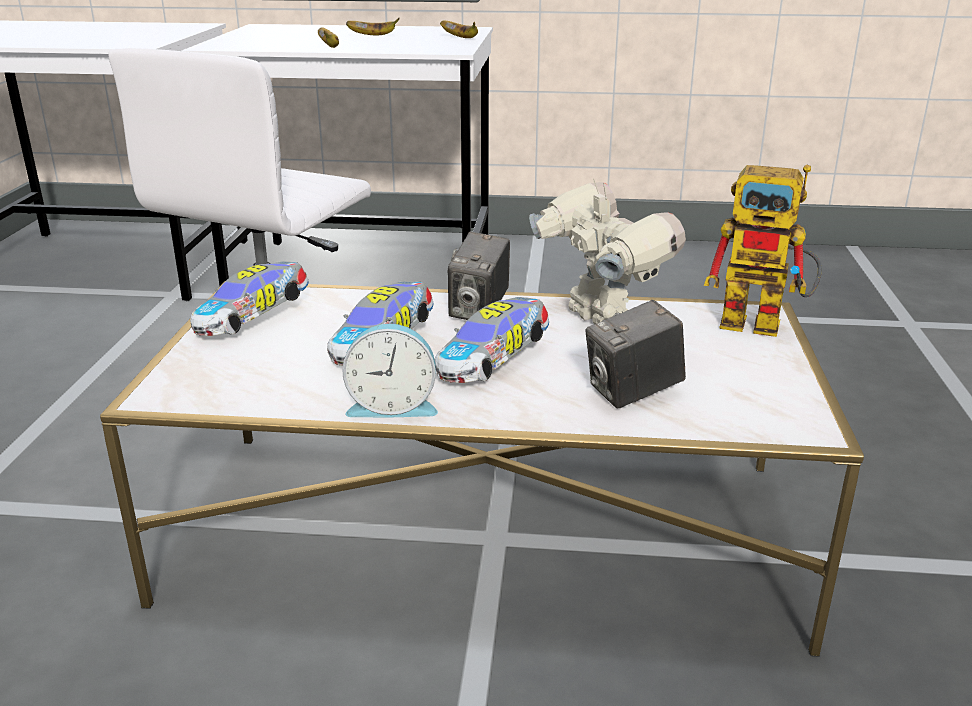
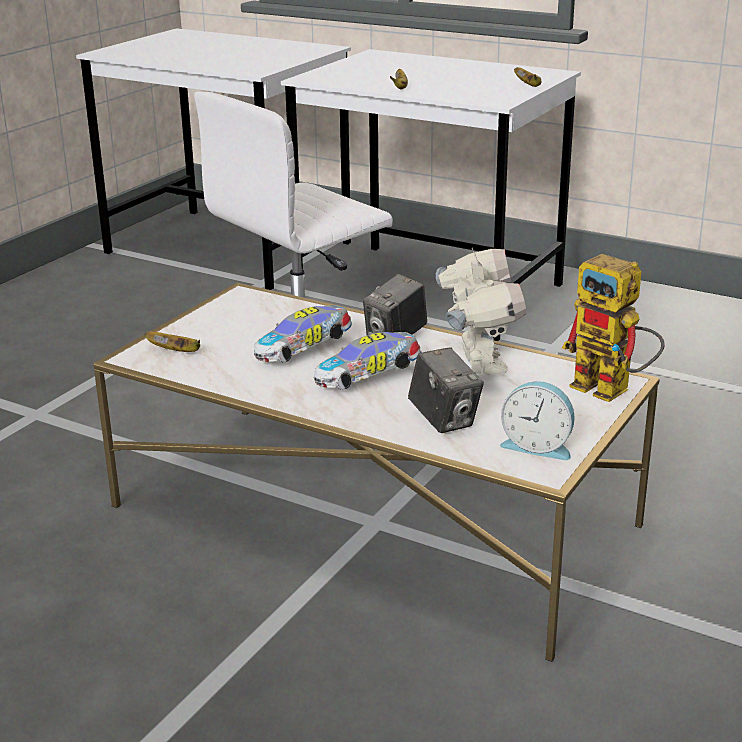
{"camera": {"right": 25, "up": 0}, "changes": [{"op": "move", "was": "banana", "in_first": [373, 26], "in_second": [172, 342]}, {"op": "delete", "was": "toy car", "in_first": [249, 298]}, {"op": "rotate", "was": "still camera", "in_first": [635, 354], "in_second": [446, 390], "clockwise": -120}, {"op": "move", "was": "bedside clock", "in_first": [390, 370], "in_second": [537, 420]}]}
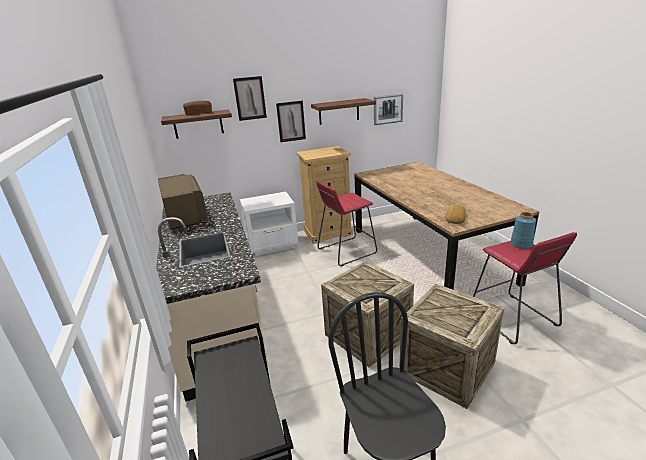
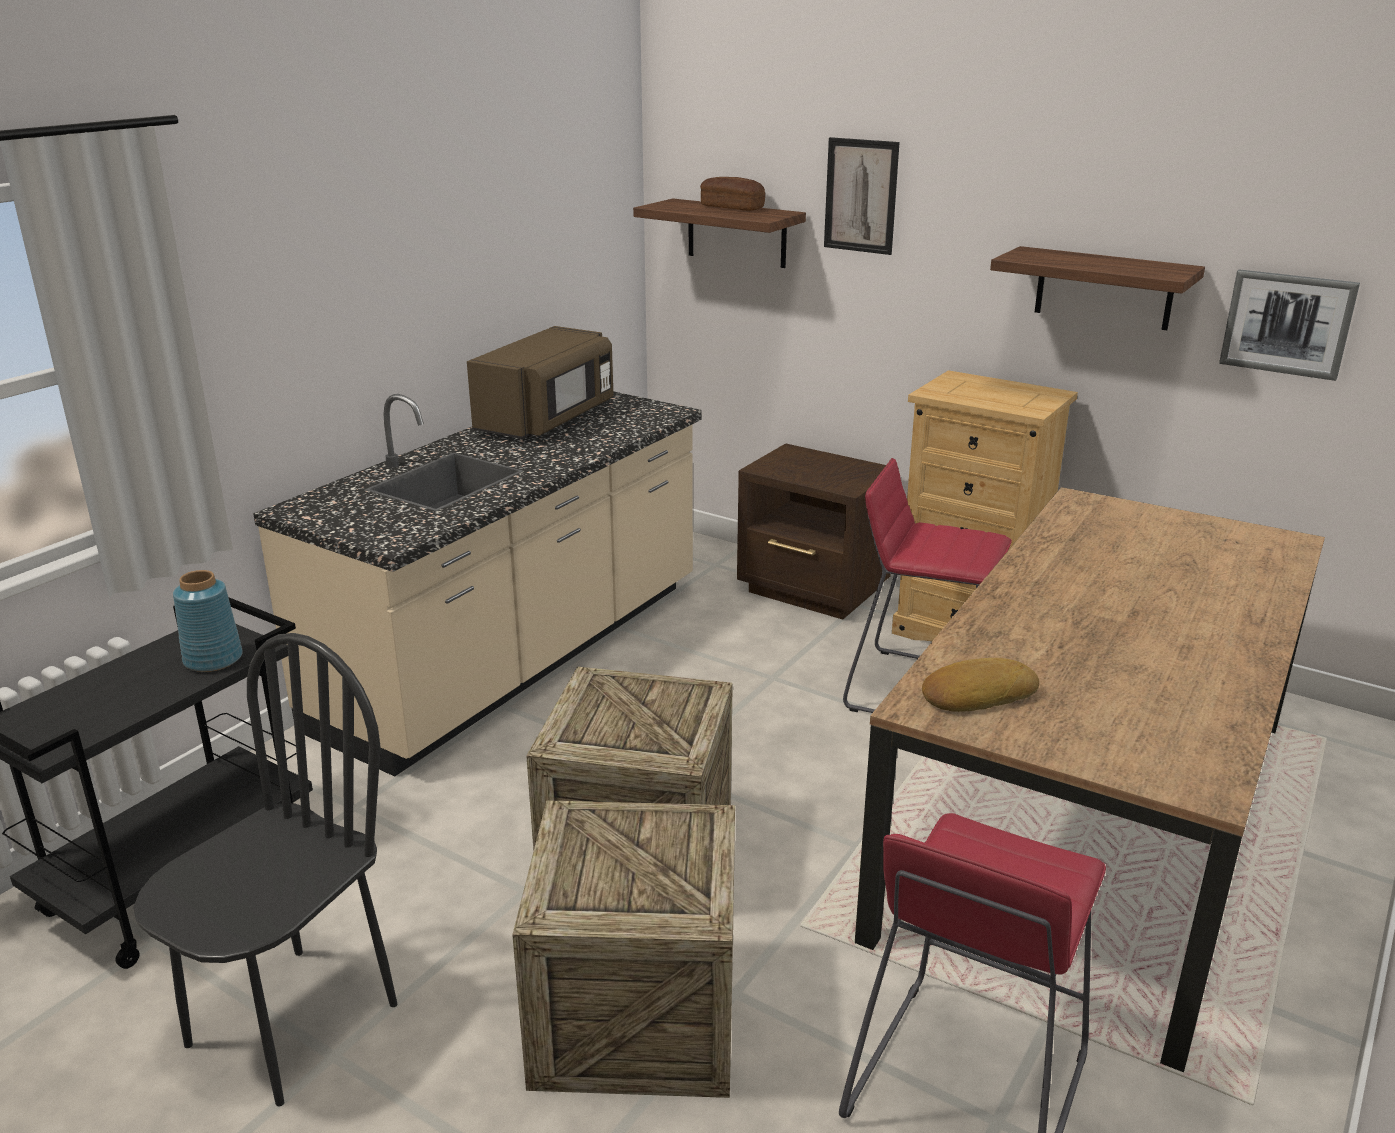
{"camera": {"right": 50, "up": 0}, "changes": [{"op": "delete", "was": "picture", "in_first": [291, 121]}, {"op": "recolor", "was": "whitish bedside table", "now": "brown bedside table", "in_first": [269, 224], "in_second": [818, 531]}, {"op": "move", "was": "blue flower vase", "in_first": [523, 230], "in_second": [208, 621]}]}
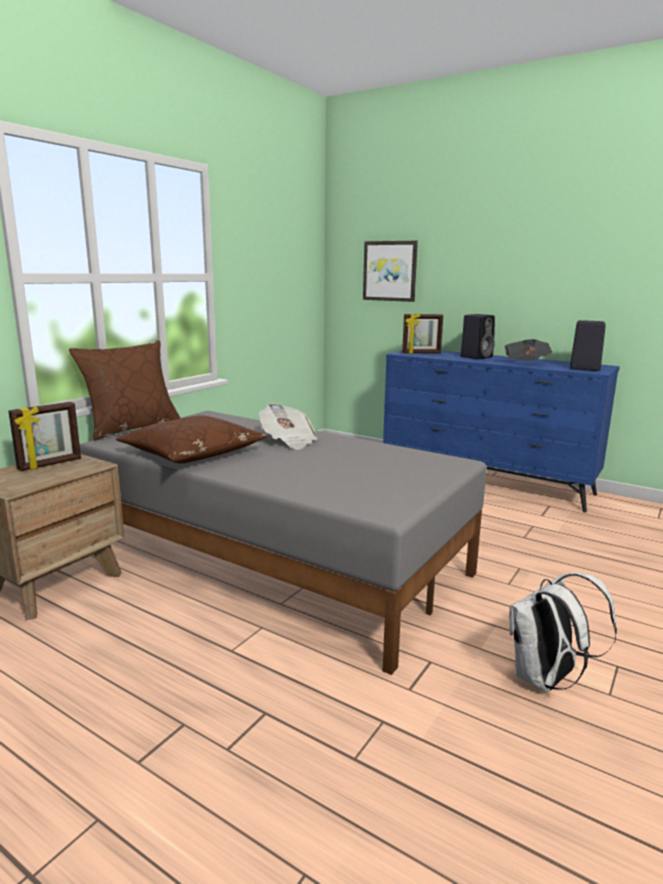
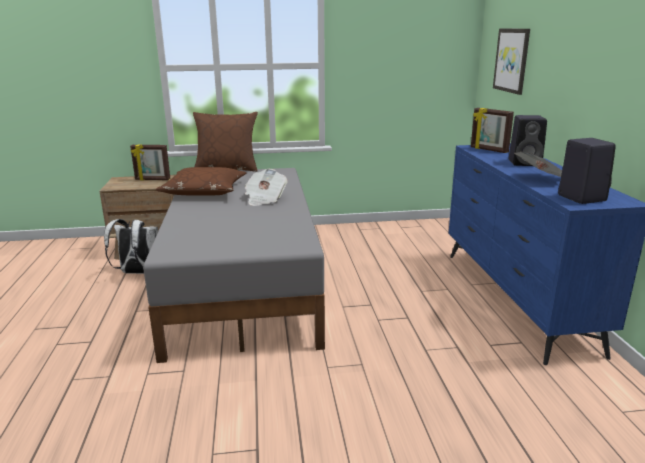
{"camera": {"right": 50, "up": 5}, "changes": [{"op": "move", "was": "whitish rucksack", "in_first": [563, 632], "in_second": [131, 246]}]}
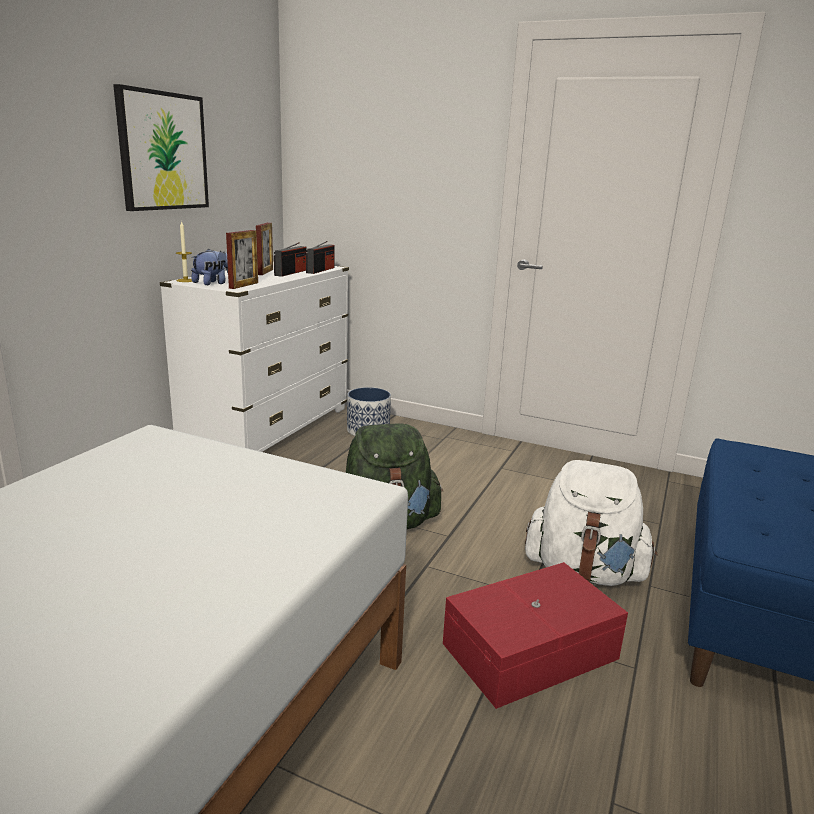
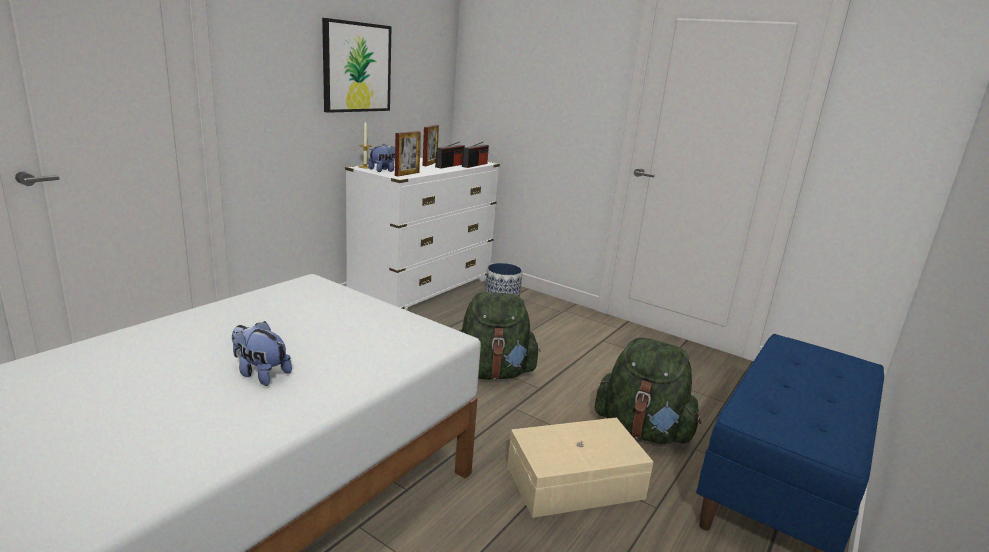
{"camera": {"right": 10, "up": 0}, "changes": [{"op": "recolor", "was": "whitish rucksack", "now": "green rucksack", "in_first": [591, 523], "in_second": [648, 390]}, {"op": "recolor", "was": "reddish storage box", "now": "beige-coloured storage box", "in_first": [535, 635], "in_second": [580, 468]}, {"op": "insert", "now": "soft toy", "in_second": [262, 353]}]}
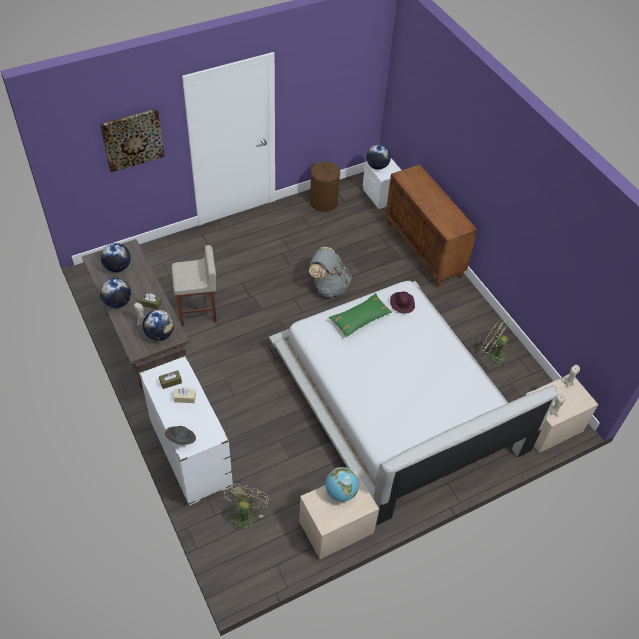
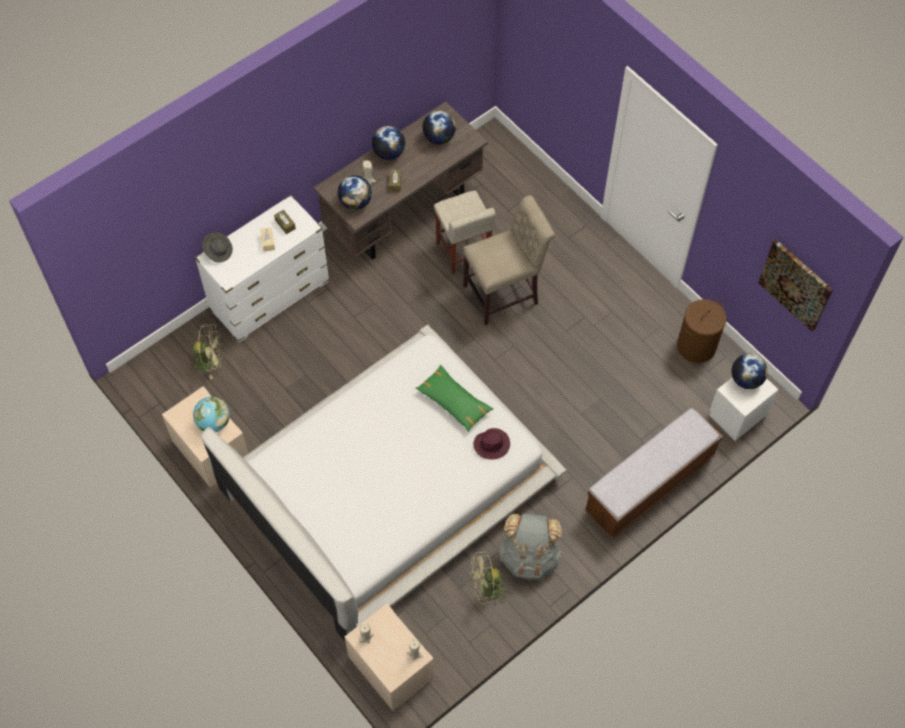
{"camera": {"right": 80, "up": 10}, "changes": [{"op": "move", "was": "picture", "in_first": [132, 140], "in_second": [795, 285]}, {"op": "replace", "was": "brown cupboard", "now": "indoor bench", "in_first": [431, 225], "in_second": [654, 473]}, {"op": "move", "was": "grey rucksack", "in_first": [330, 272], "in_second": [530, 546]}, {"op": "rotate", "was": "green electric fan", "in_first": [495, 343], "in_second": [491, 579], "clockwise": -120}, {"op": "insert", "now": "beige-coloured chair", "in_second": [509, 260]}]}
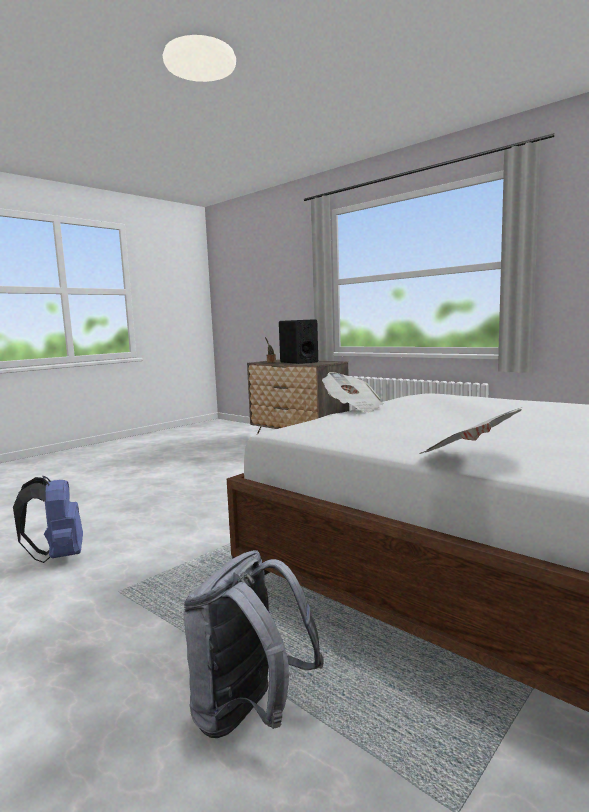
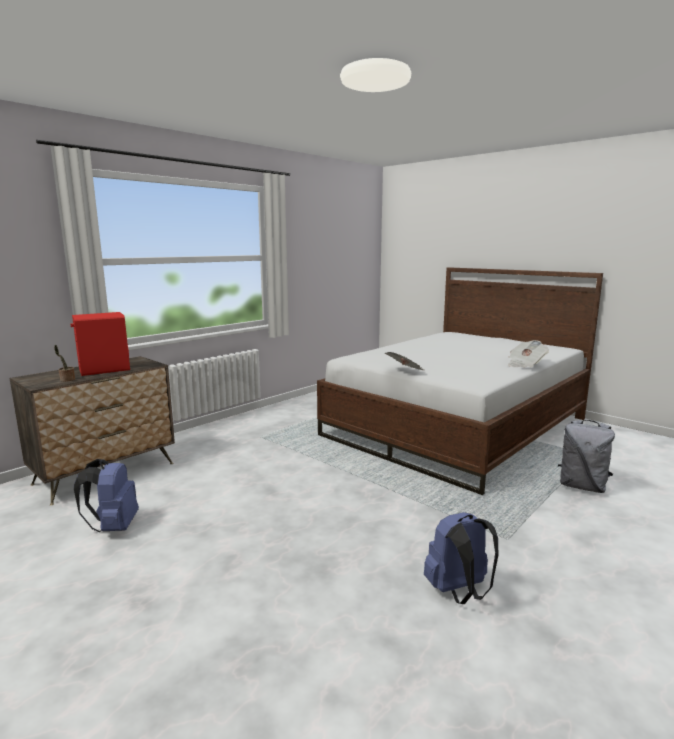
{"camera": {"right": -90, "up": 5}, "changes": [{"op": "recolor", "was": "black speaker", "now": "reddish speaker", "in_first": [298, 341], "in_second": [100, 344]}, {"op": "insert", "now": "blue rucksack", "in_second": [106, 495]}]}
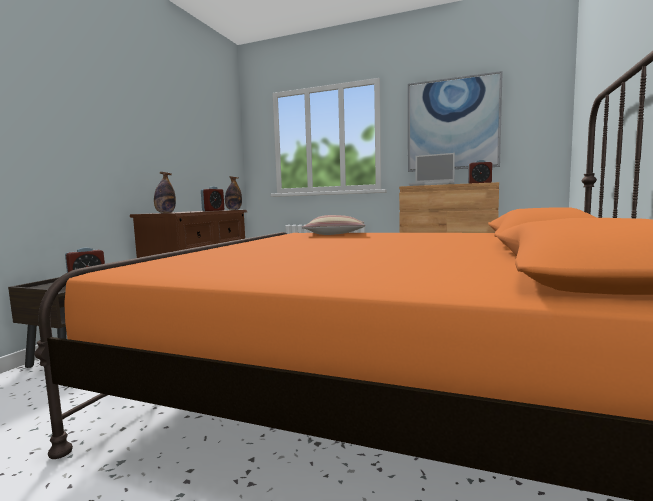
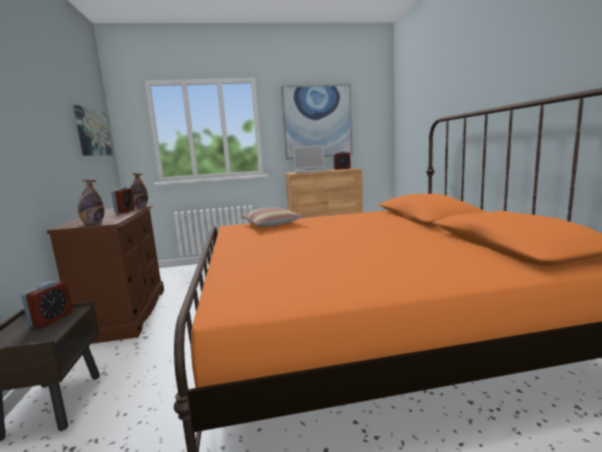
{"camera": {"right": -30, "up": 5}, "changes": [{"op": "insert", "now": "picture", "in_second": [93, 130]}]}
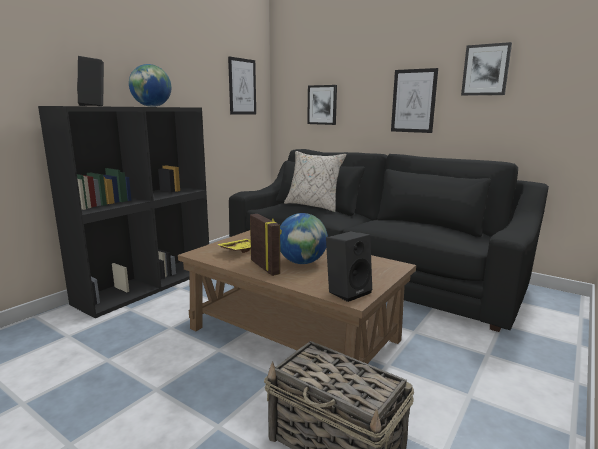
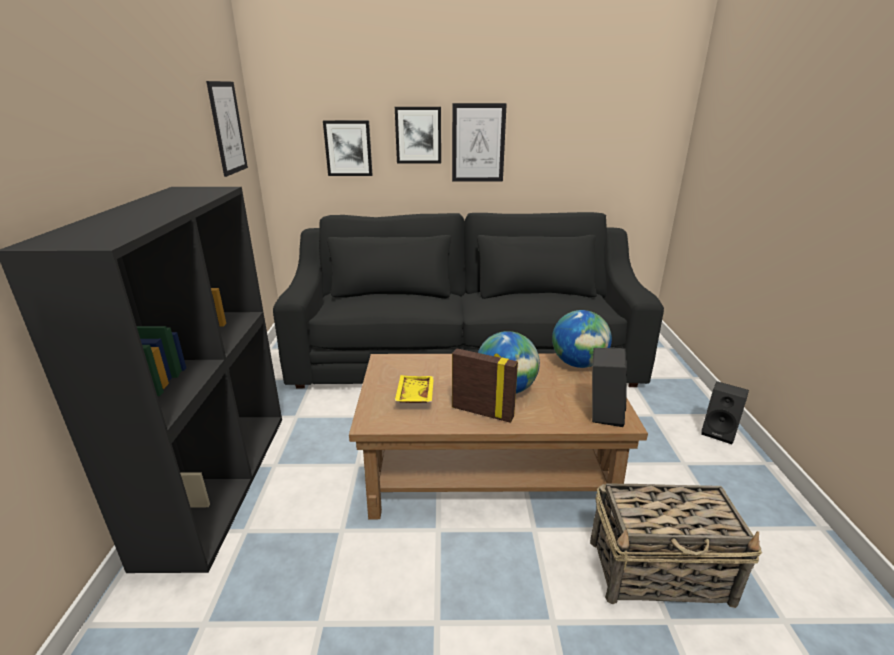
{"camera": {"right": -35, "up": 10}, "changes": [{"op": "move", "was": "picture", "in_first": [486, 69], "in_second": [418, 135]}, {"op": "move", "was": "black speaker", "in_first": [90, 81], "in_second": [725, 412]}, {"op": "move", "was": "desk globe", "in_first": [150, 85], "in_second": [582, 339]}, {"op": "delete", "was": "beige-coloured pillow", "in_first": [315, 181]}]}
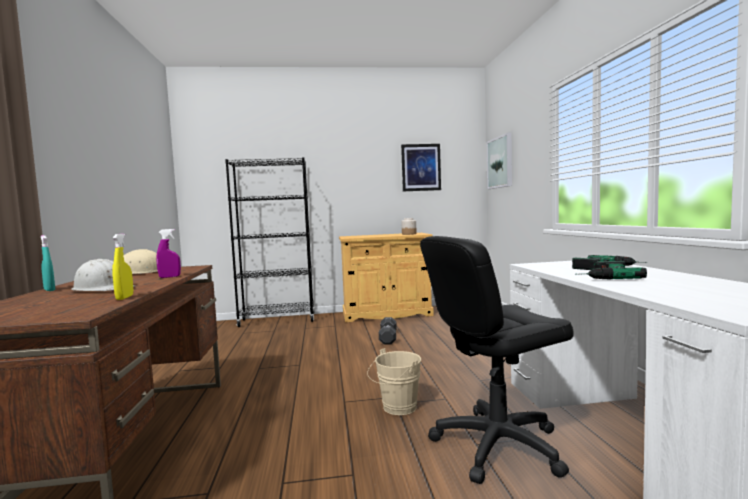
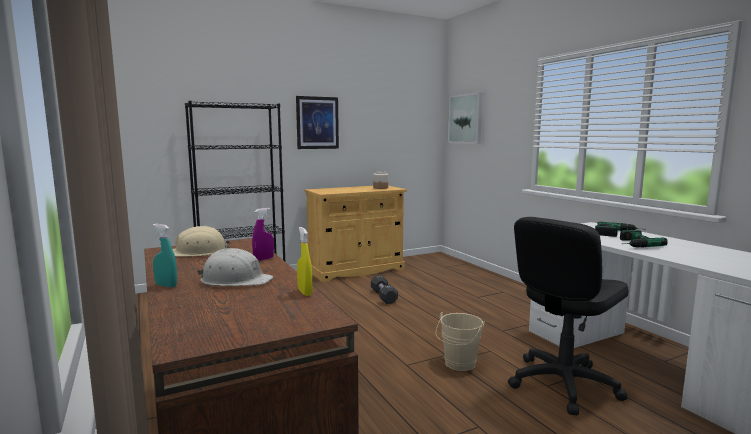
{"camera": {"right": -20, "up": 5}, "changes": [{"op": "move", "was": "picture", "in_first": [421, 167], "in_second": [317, 122]}]}
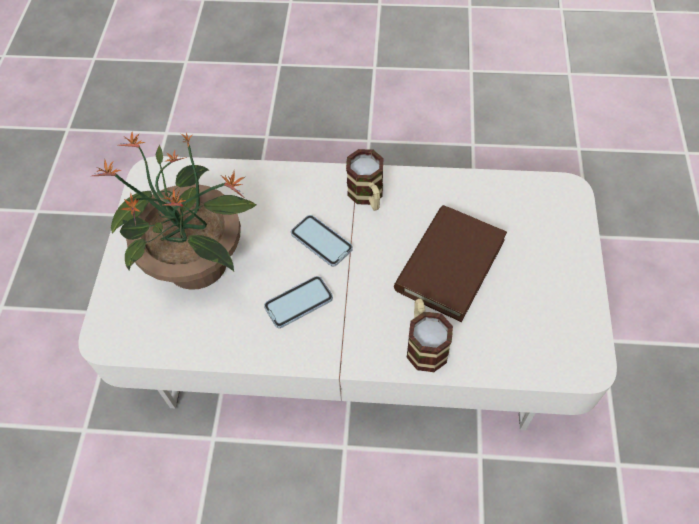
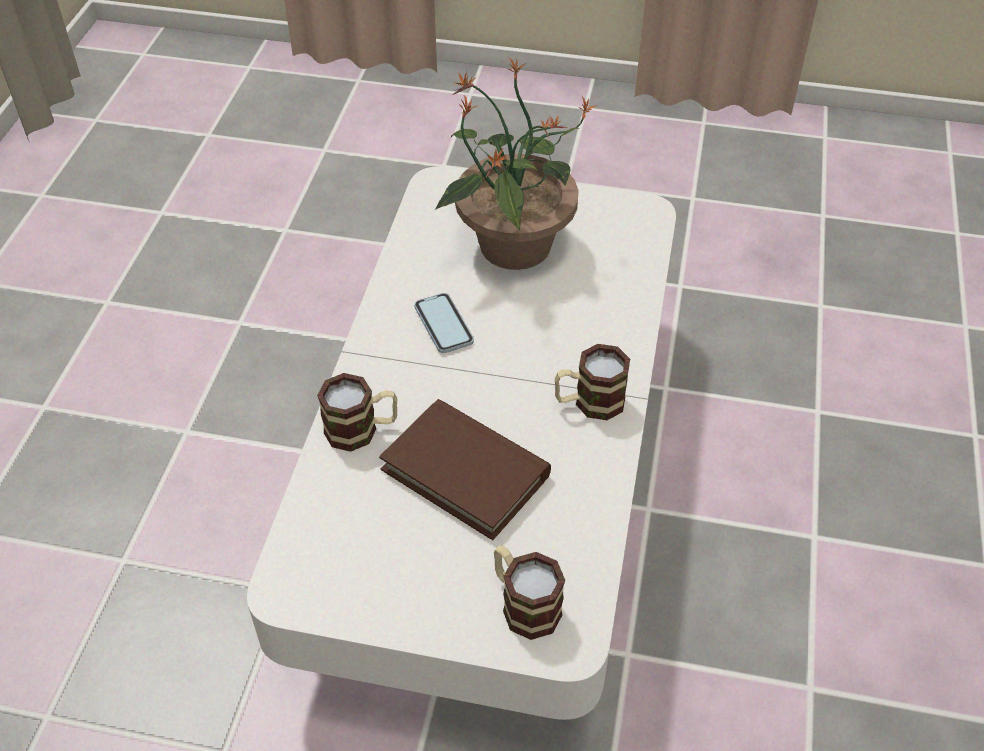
{"camera": {"right": 95, "up": -10}, "changes": [{"op": "delete", "was": "phone", "in_first": [322, 240]}, {"op": "insert", "now": "coffee mug", "in_second": [529, 592]}]}
